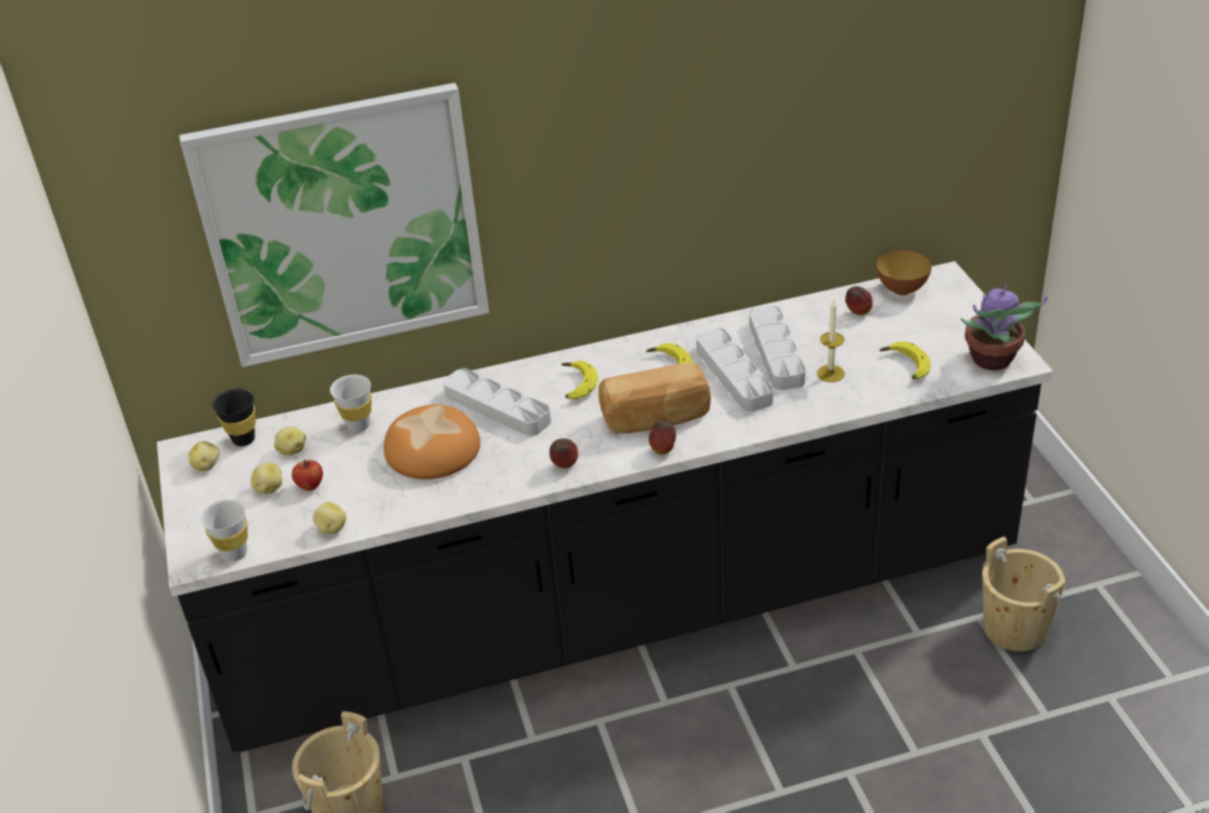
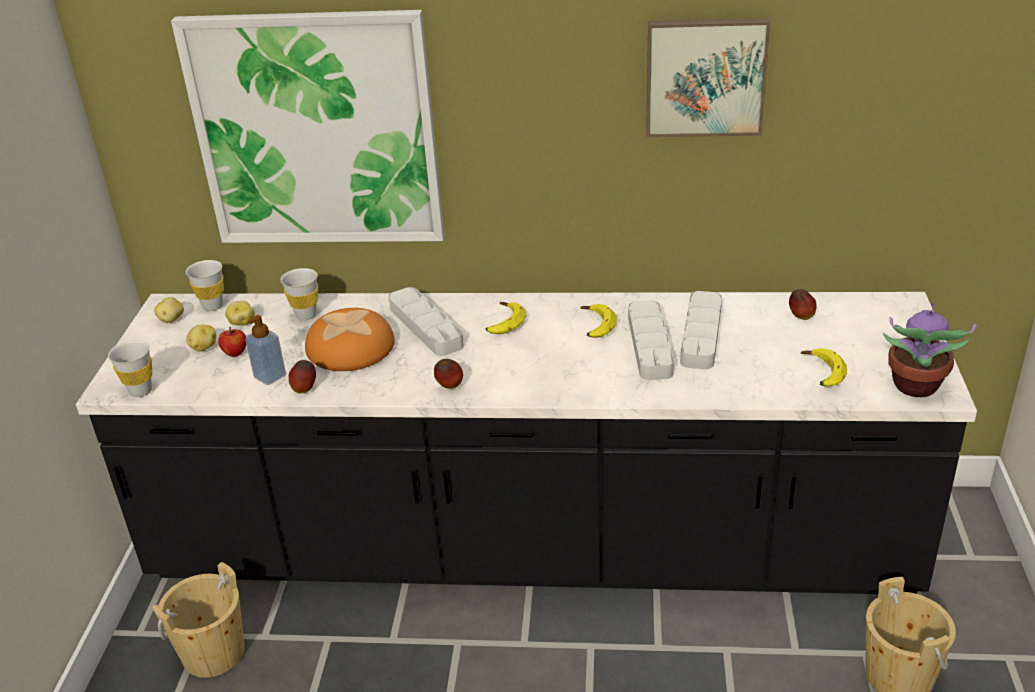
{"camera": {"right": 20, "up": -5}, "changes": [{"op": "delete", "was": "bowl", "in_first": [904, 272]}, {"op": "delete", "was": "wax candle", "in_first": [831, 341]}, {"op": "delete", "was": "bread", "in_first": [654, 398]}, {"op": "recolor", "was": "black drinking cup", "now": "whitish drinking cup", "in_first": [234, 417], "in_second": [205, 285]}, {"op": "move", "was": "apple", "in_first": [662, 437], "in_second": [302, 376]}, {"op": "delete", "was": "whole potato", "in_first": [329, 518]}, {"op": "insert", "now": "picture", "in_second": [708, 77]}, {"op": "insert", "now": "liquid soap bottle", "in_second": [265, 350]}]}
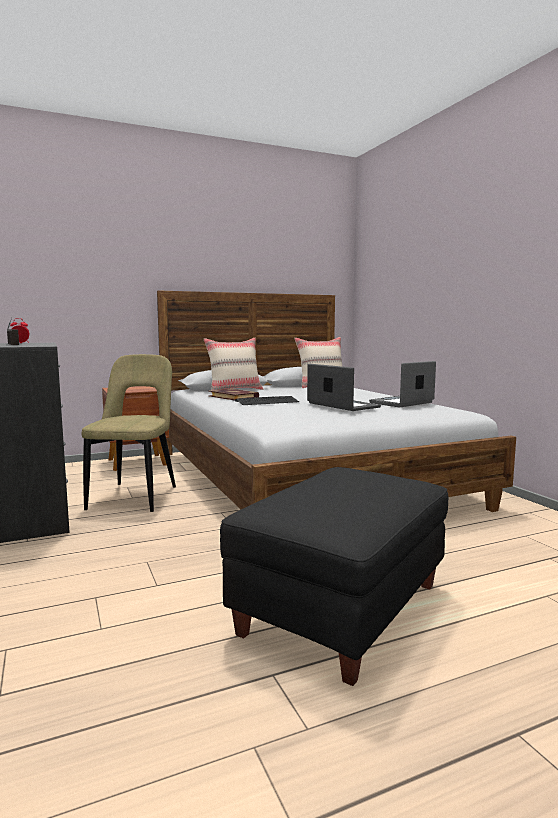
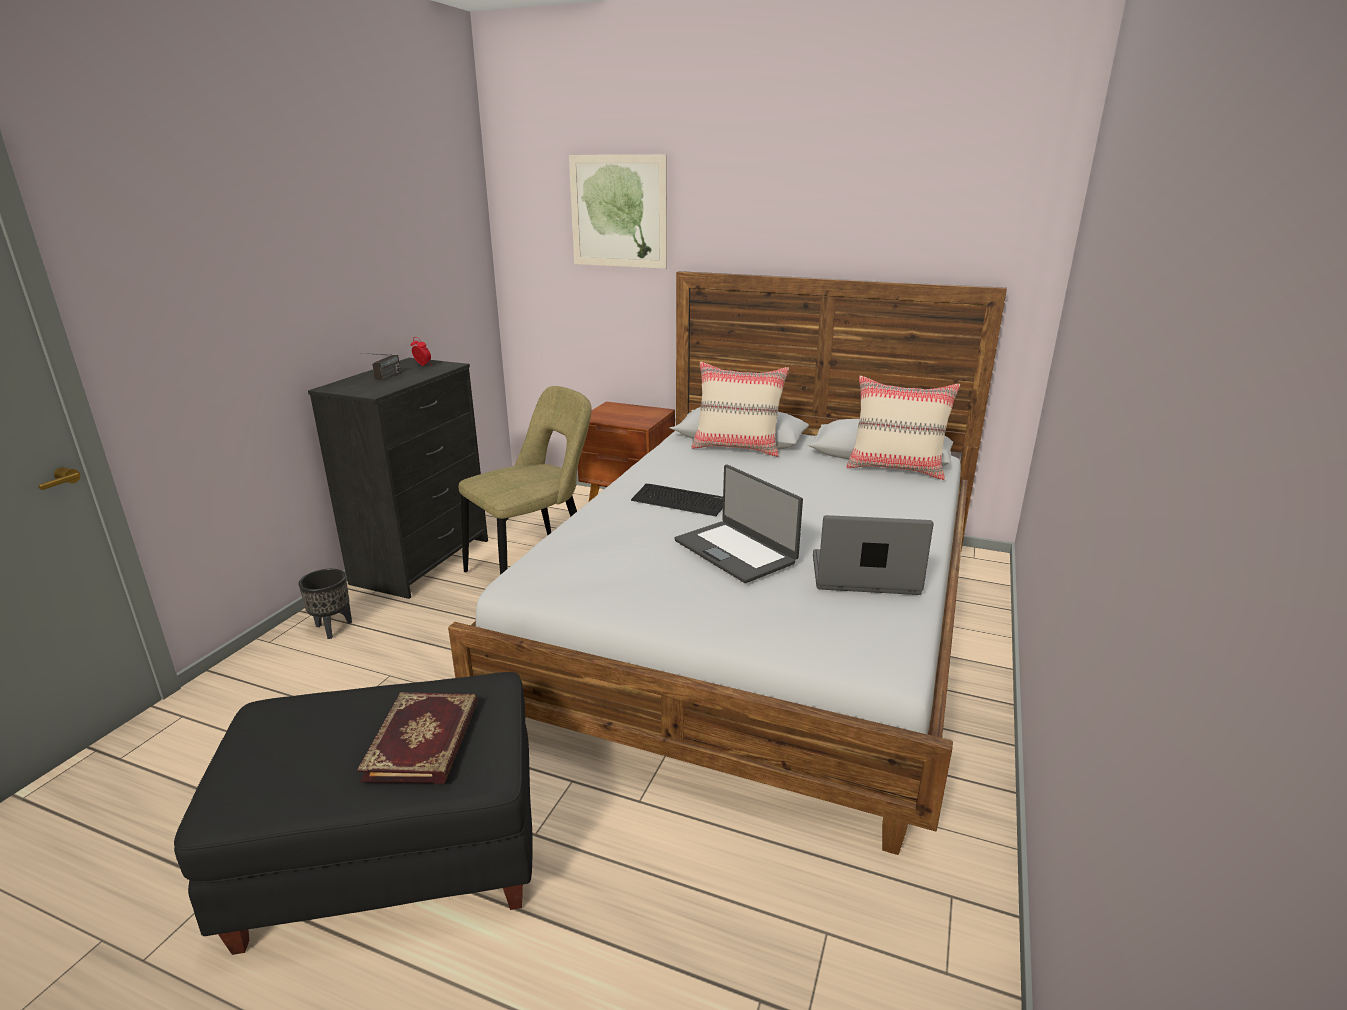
{"camera": {"right": 45, "up": 15}, "changes": [{"op": "rotate", "was": "portable computer", "in_first": [344, 387], "in_second": [738, 523], "clockwise": 135}, {"op": "move", "was": "book", "in_first": [233, 394], "in_second": [417, 738]}, {"op": "insert", "now": "picture", "in_second": [618, 212]}, {"op": "insert", "now": "black flower pot", "in_second": [325, 604]}]}
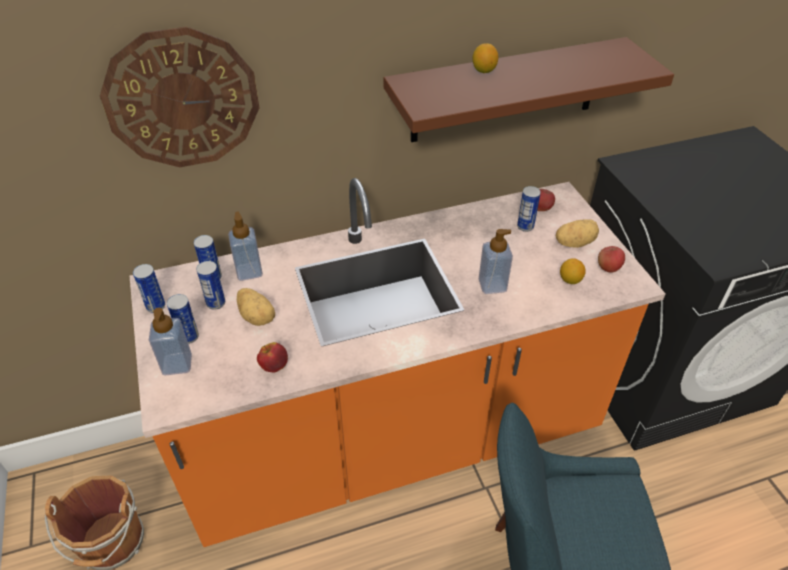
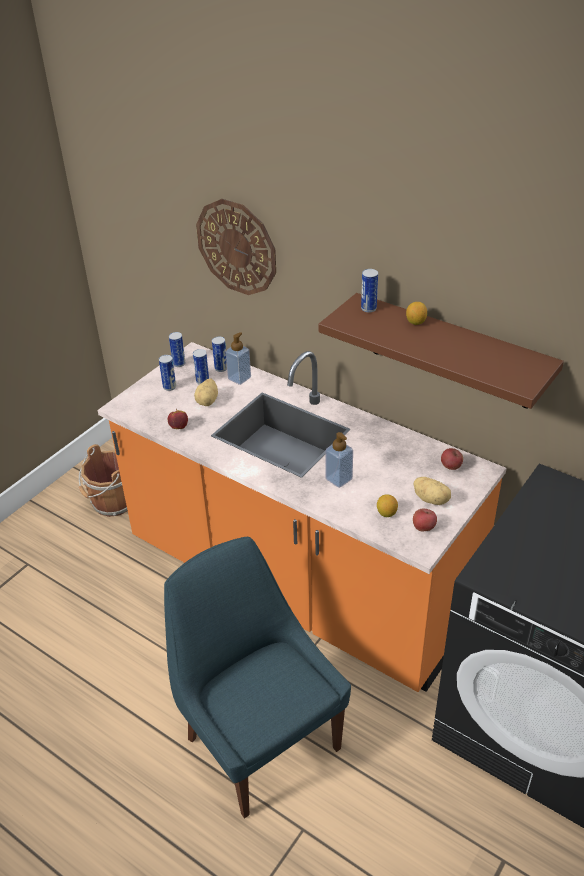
{"camera": {"right": 55, "up": -5}, "changes": [{"op": "move", "was": "metal can", "in_first": [529, 209], "in_second": [369, 291]}, {"op": "delete", "was": "liquid soap bottle", "in_first": [170, 341]}]}
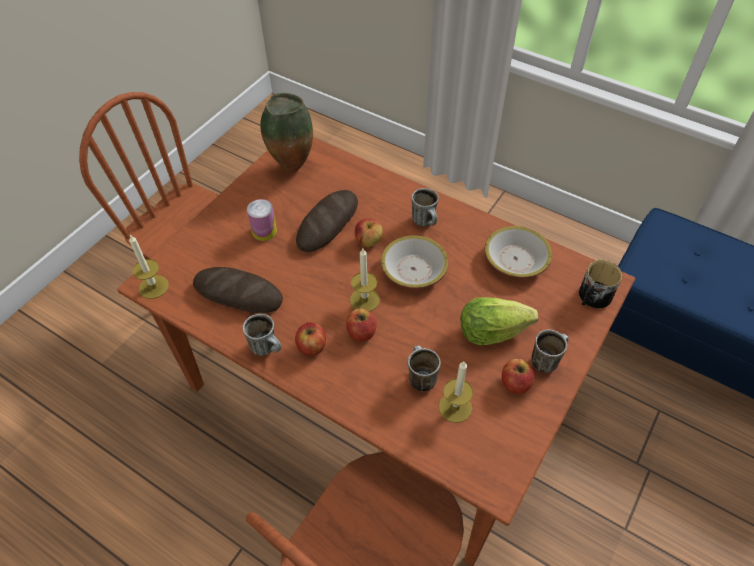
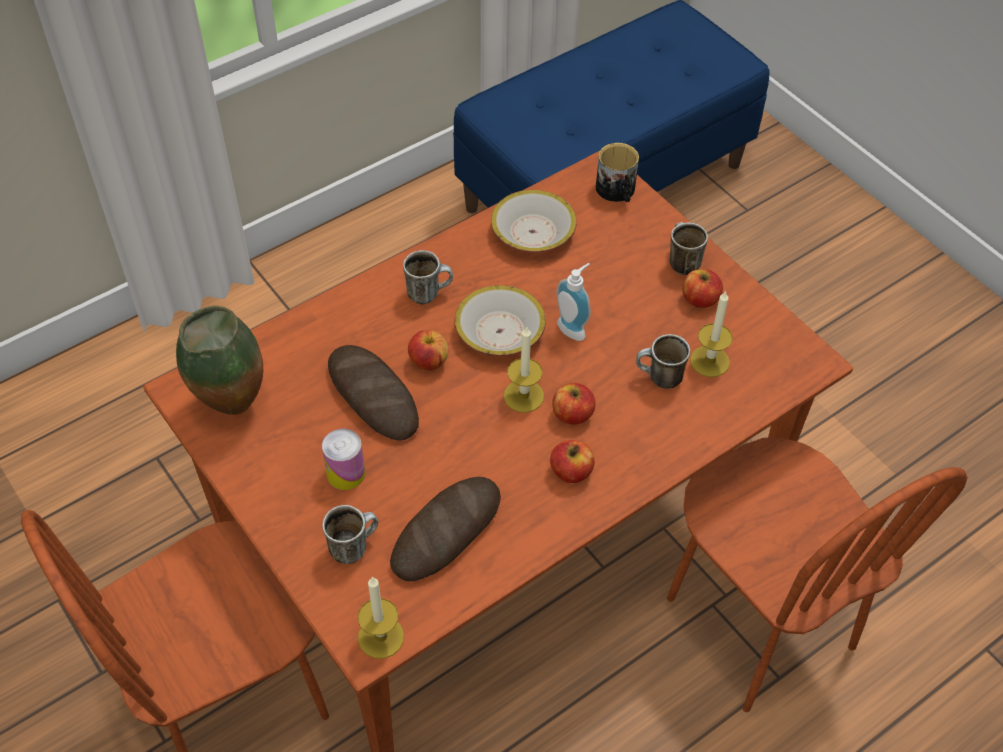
{"camera": {"right": -70, "up": 0}, "changes": [{"op": "delete", "was": "lettuce", "in_first": [499, 321]}, {"op": "move", "was": "coffee mug", "in_first": [262, 335], "in_second": [350, 534]}, {"op": "insert", "now": "liquid soap bottle", "in_second": [573, 302]}]}
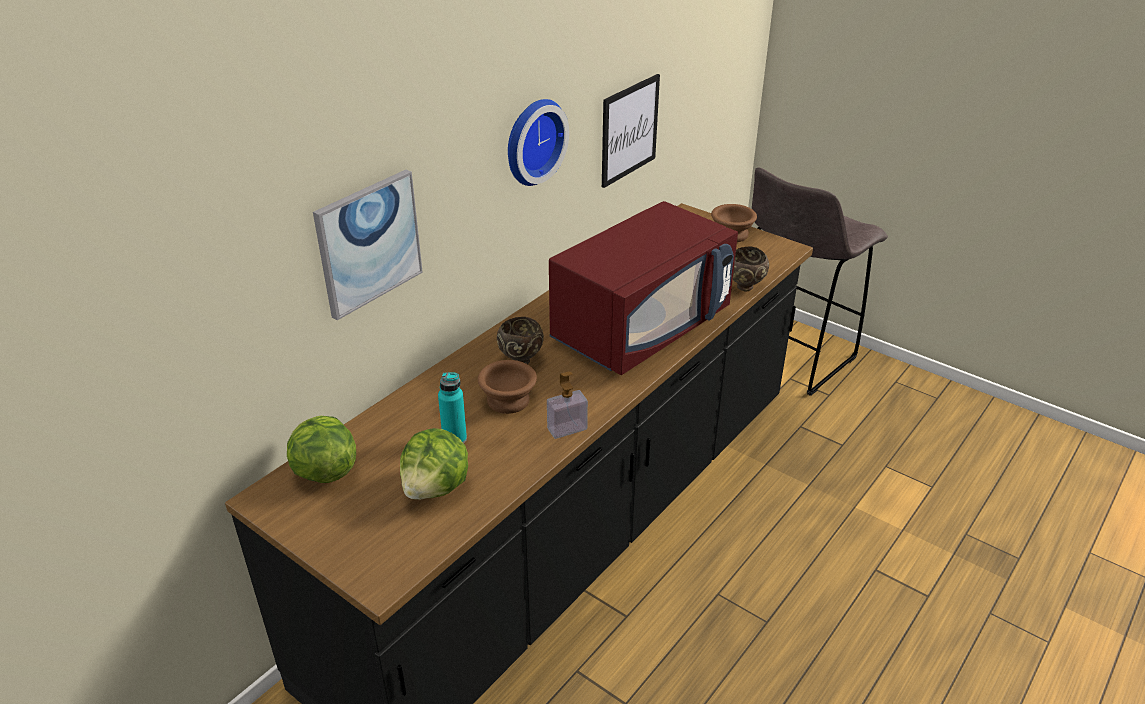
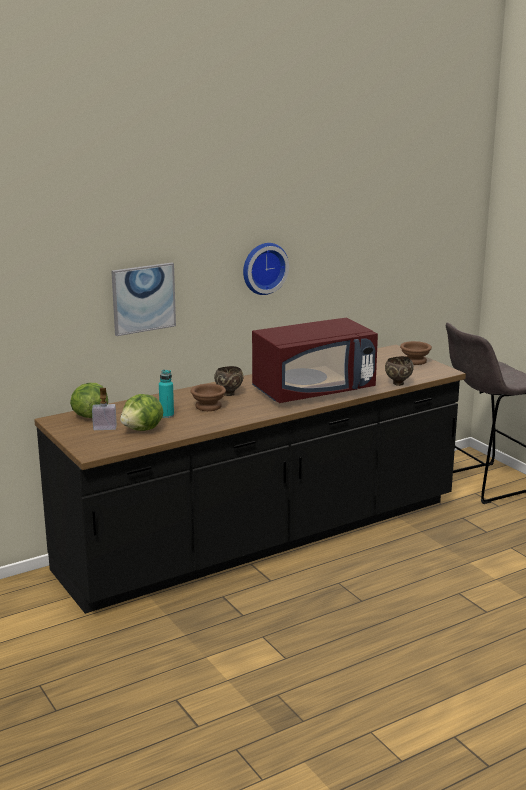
{"camera": {"right": 20, "up": -15}, "changes": [{"op": "delete", "was": "picture", "in_first": [631, 131]}, {"op": "move", "was": "liquid soap bottle", "in_first": [567, 405], "in_second": [104, 409]}]}
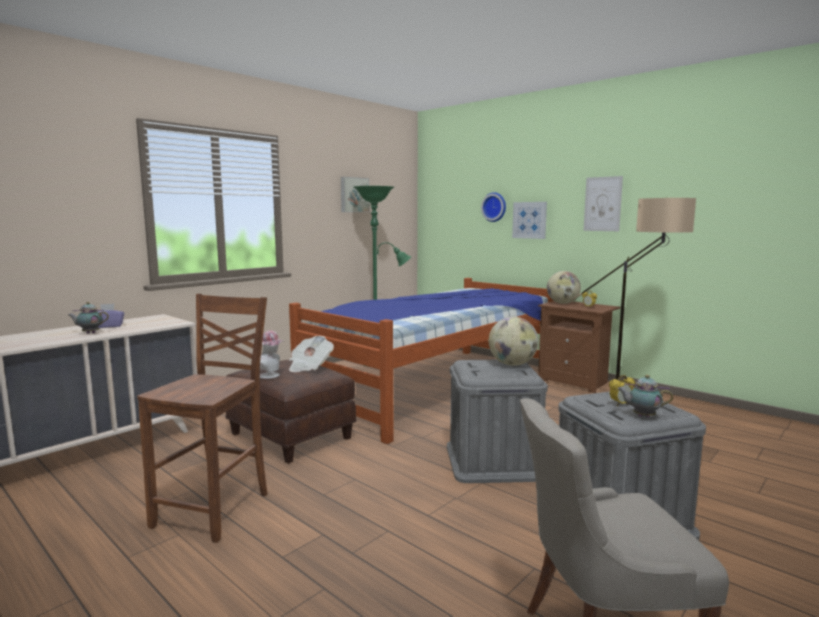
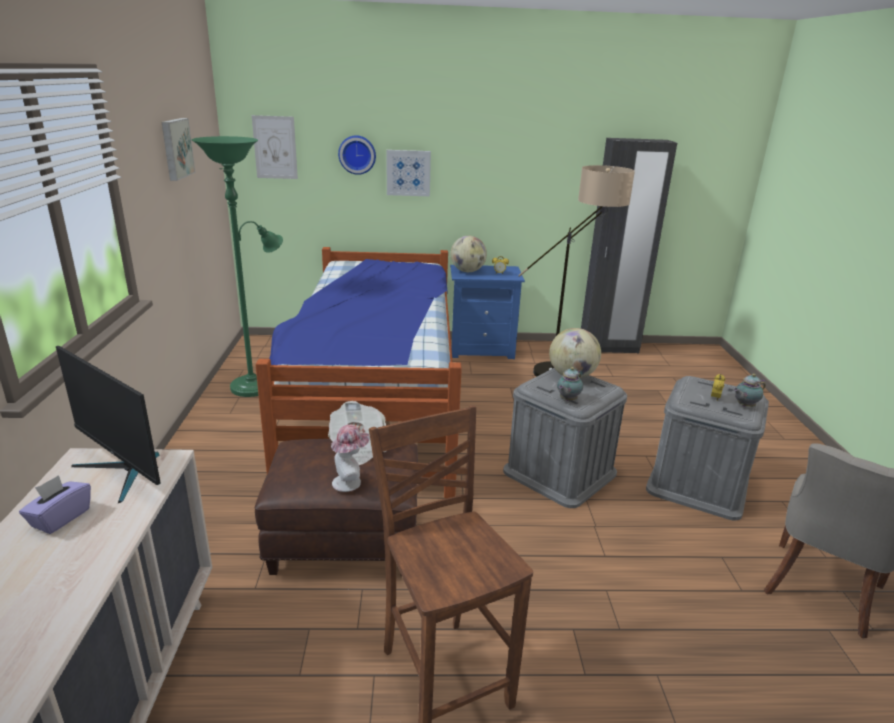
{"camera": {"right": -45, "up": 15}, "changes": [{"op": "move", "was": "picture", "in_first": [603, 203], "in_second": [275, 147]}, {"op": "recolor", "was": "brown bedside table", "now": "blue bedside table", "in_first": [579, 347], "in_second": [487, 312]}, {"op": "move", "was": "teapot", "in_first": [89, 317], "in_second": [570, 384]}, {"op": "insert", "now": "black clothes cupboard", "in_second": [629, 245]}, {"op": "insert", "now": "computer display", "in_second": [108, 424]}]}
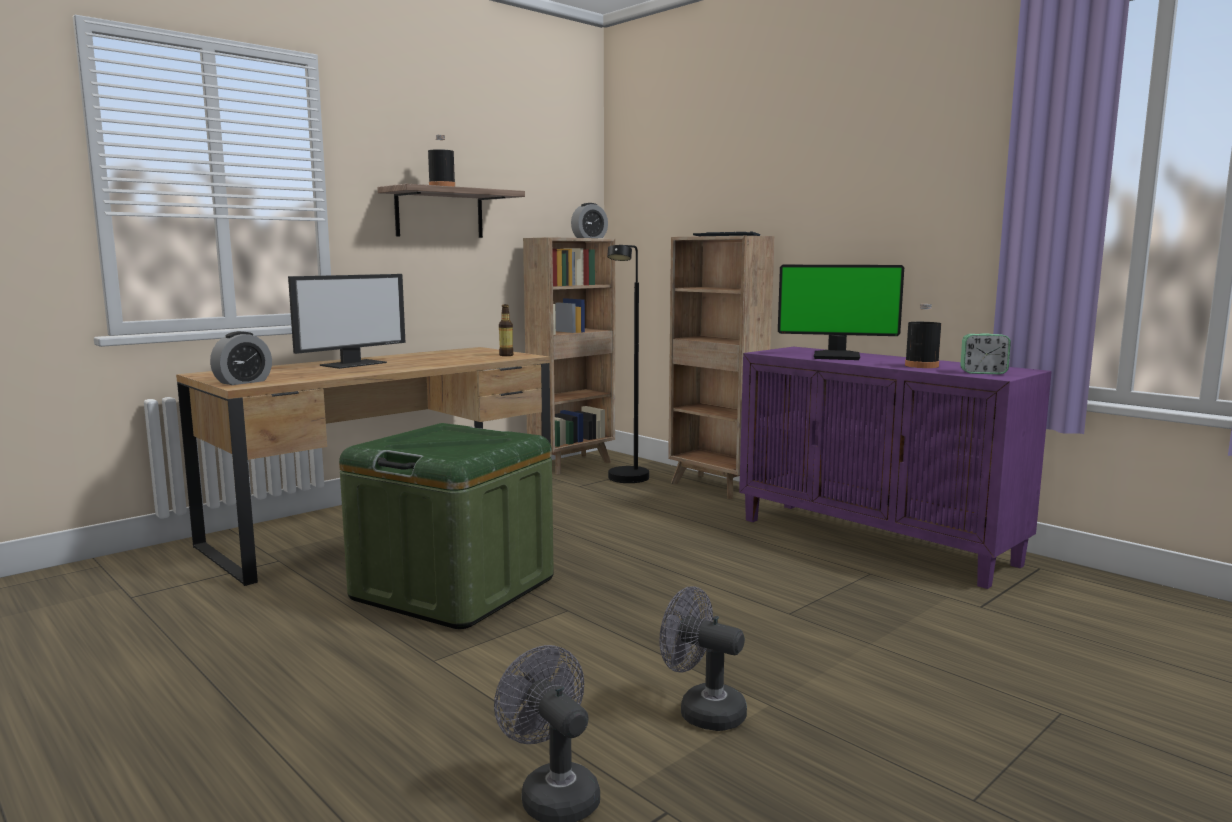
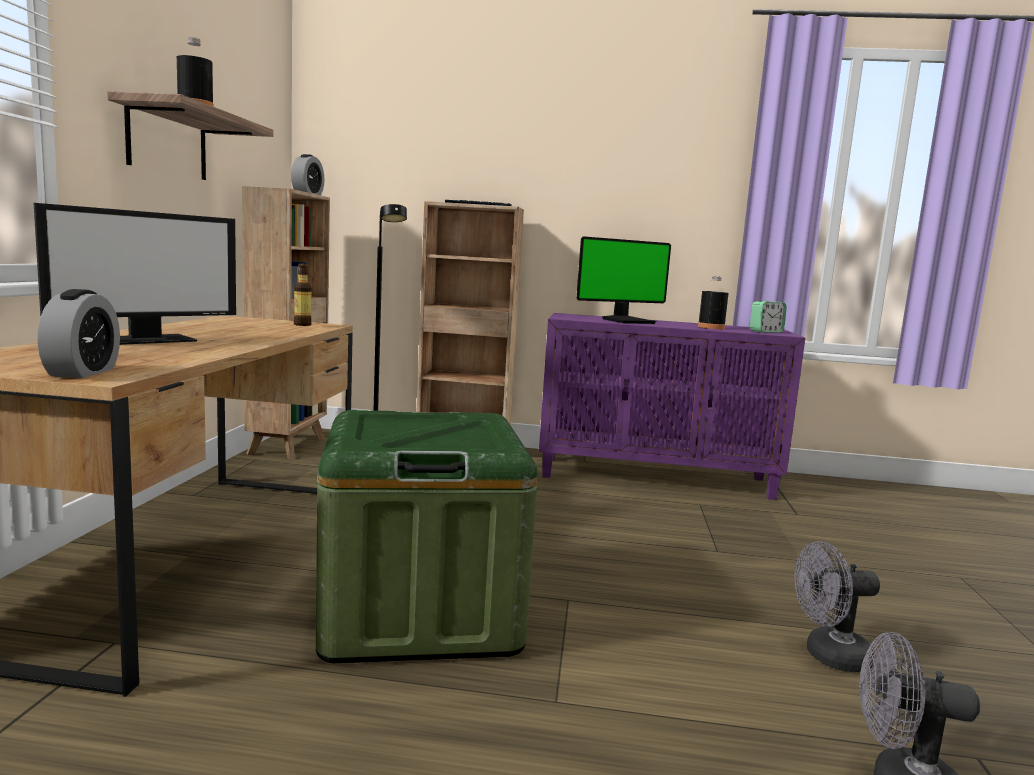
{"camera": {"right": -40, "up": 0}, "changes": [{"op": "rotate", "was": "computer display", "in_first": [347, 321], "in_second": [135, 274], "clockwise": 45}]}
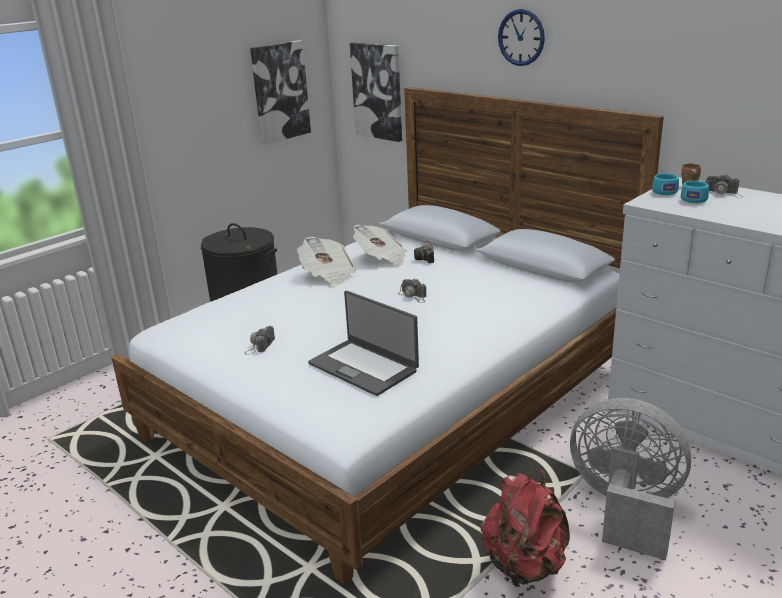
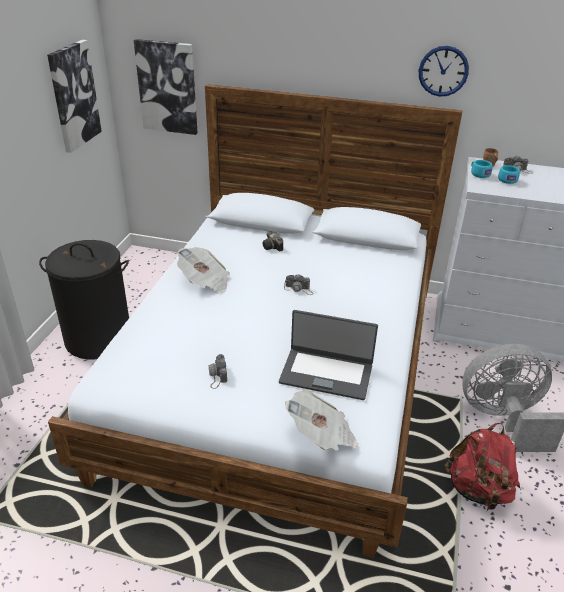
{"camera": {"right": -30, "up": 10}, "changes": [{"op": "move", "was": "clock on the wall", "in_first": [521, 37], "in_second": [444, 71]}, {"op": "move", "was": "newspaper", "in_first": [380, 245], "in_second": [321, 421]}]}
